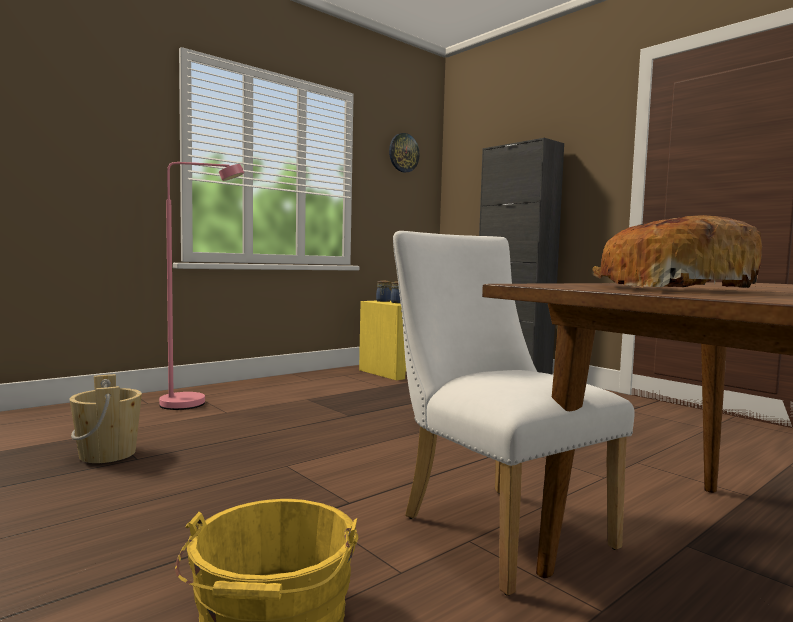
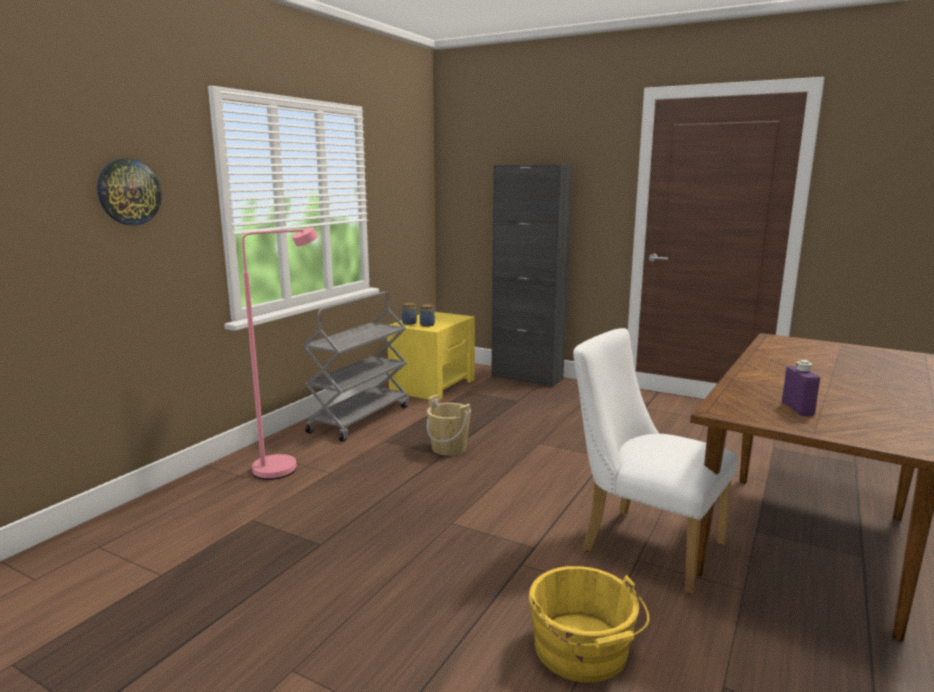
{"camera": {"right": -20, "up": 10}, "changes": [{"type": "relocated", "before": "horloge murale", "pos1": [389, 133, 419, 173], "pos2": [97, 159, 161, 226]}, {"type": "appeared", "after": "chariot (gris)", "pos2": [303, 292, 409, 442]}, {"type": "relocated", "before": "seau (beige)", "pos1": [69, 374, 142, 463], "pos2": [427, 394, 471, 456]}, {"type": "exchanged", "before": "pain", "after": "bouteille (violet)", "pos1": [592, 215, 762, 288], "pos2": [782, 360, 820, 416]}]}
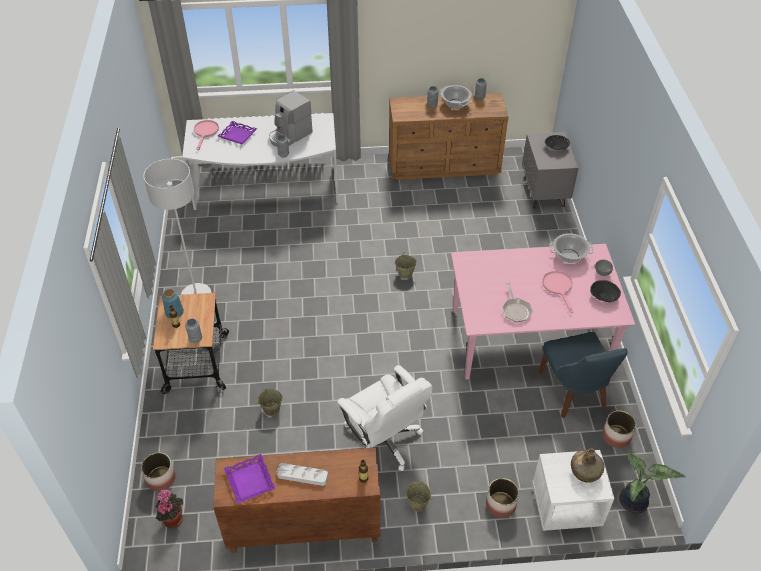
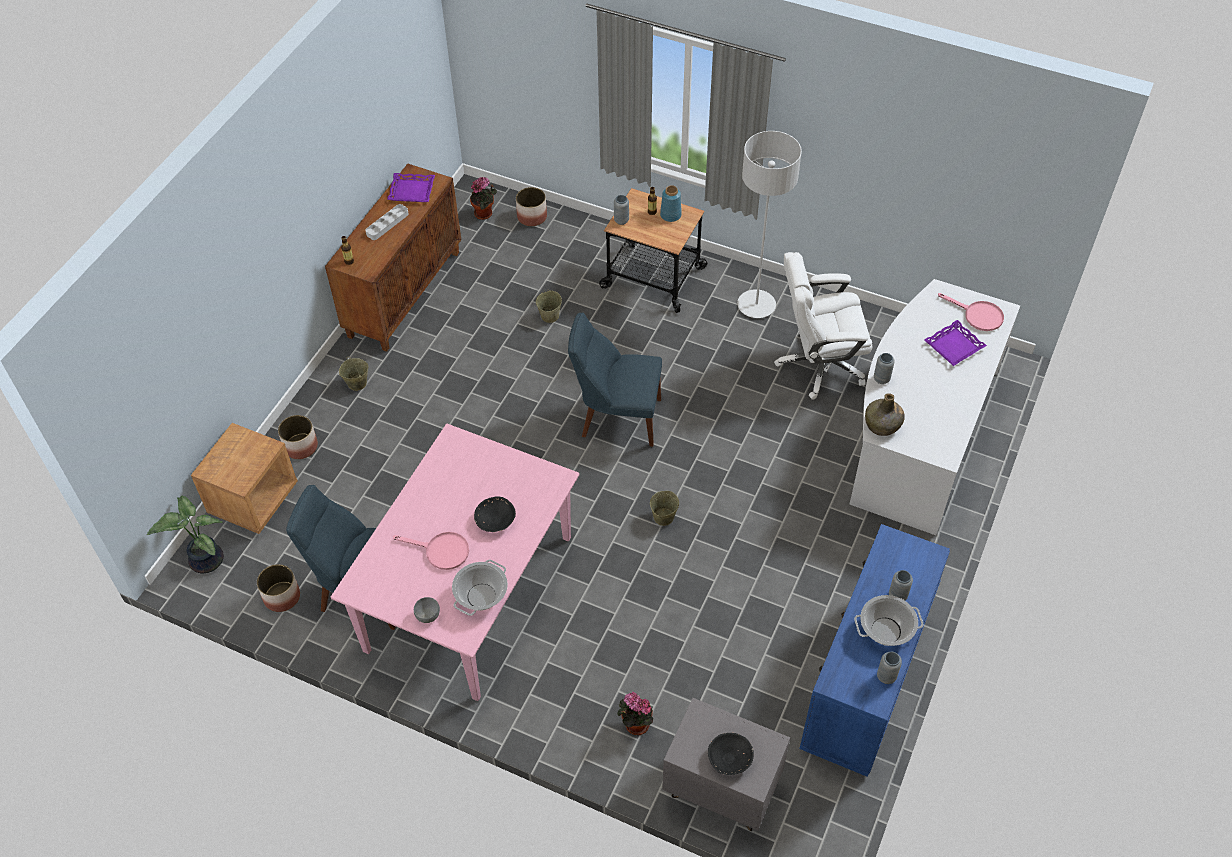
{"camera": {"right": 120, "up": 5}, "changes": [{"type": "colour", "before": "table de chevet (blanc)", "after": "table de chevet (marron)", "pos1": [532, 450, 614, 531], "pos2": [191, 423, 298, 534]}, {"type": "relocated", "before": "bol (noir)", "pos1": [590, 280, 621, 302], "pos2": [474, 496, 516, 532]}, {"type": "appeared", "after": "chaise (bleu)", "pos2": [568, 312, 662, 447]}, {"type": "appeared", "after": "plante en pot", "pos2": [617, 692, 653, 735]}, {"type": "relocated", "before": "chaise de bureau (blanc)", "pos1": [337, 365, 432, 471], "pos2": [774, 252, 872, 400]}, {"type": "colour", "before": "commode (marron)", "after": "commode (bleu)", "pos1": [389, 93, 509, 180], "pos2": [799, 524, 950, 777]}, {"type": "relocated", "before": "bouteille (vert)", "pos1": [571, 448, 604, 483], "pos2": [865, 393, 905, 436]}, {"type": "missing", "before": "machine à café", "pos1": [269, 90, 313, 147]}, {"type": "missing", "before": "poêle", "pos1": [502, 282, 533, 322]}]}
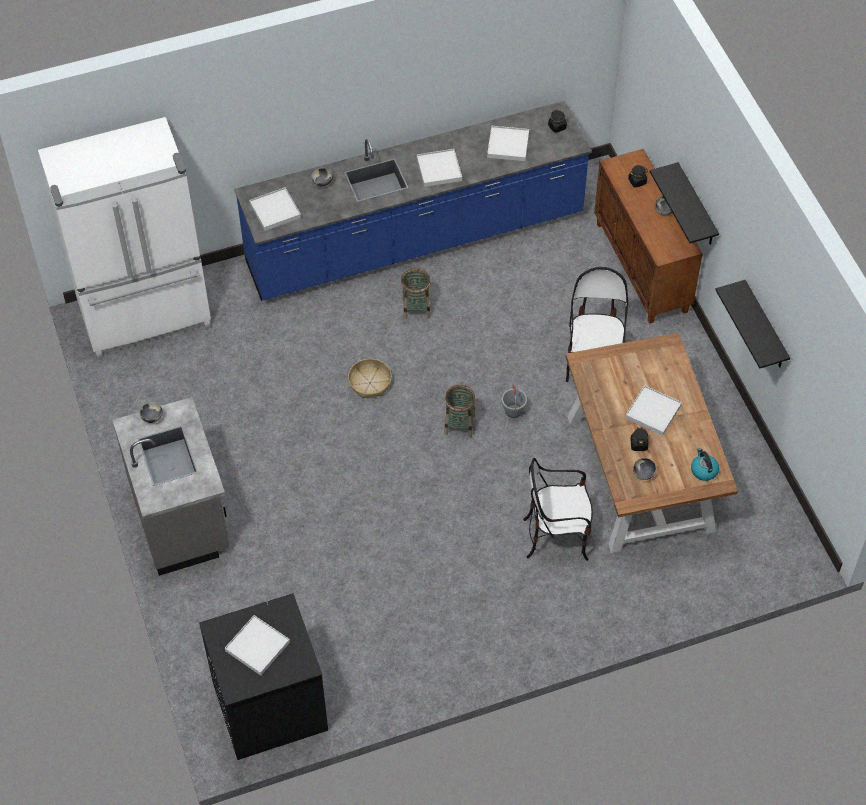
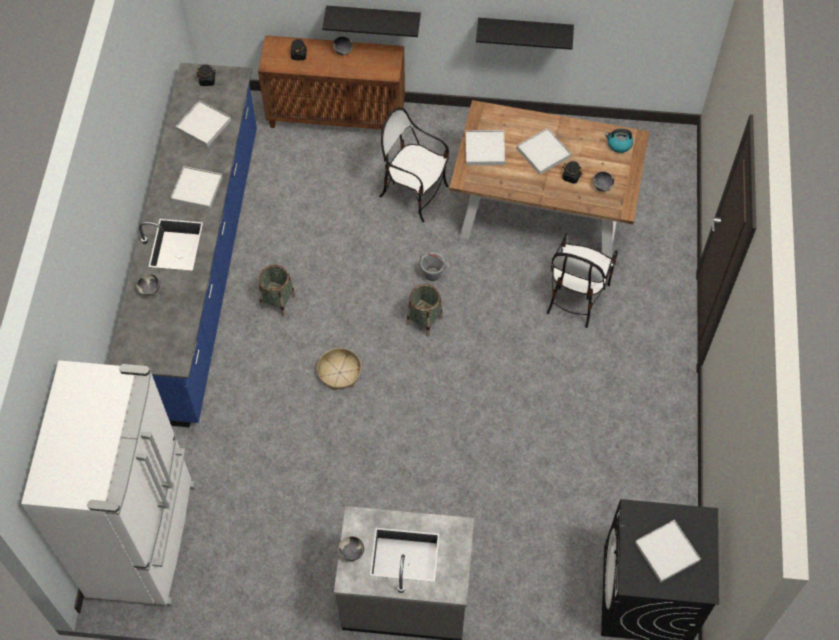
{"camera": {"right": -65, "up": 5}, "changes": [{"type": "relocated", "before": "plateau (blanc)", "pos1": [249, 187, 301, 231], "pos2": [465, 130, 505, 165]}]}
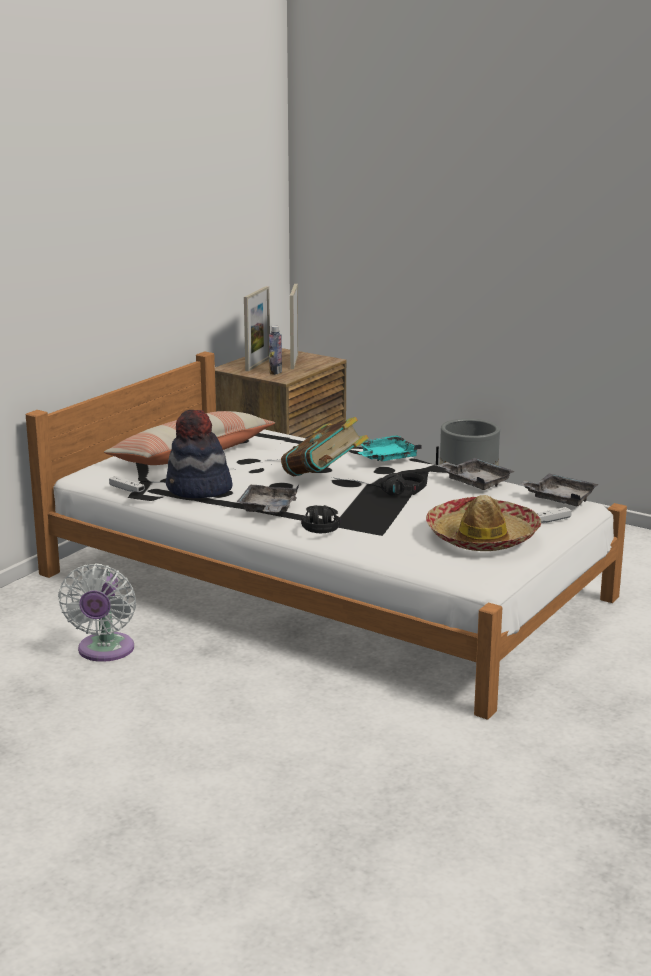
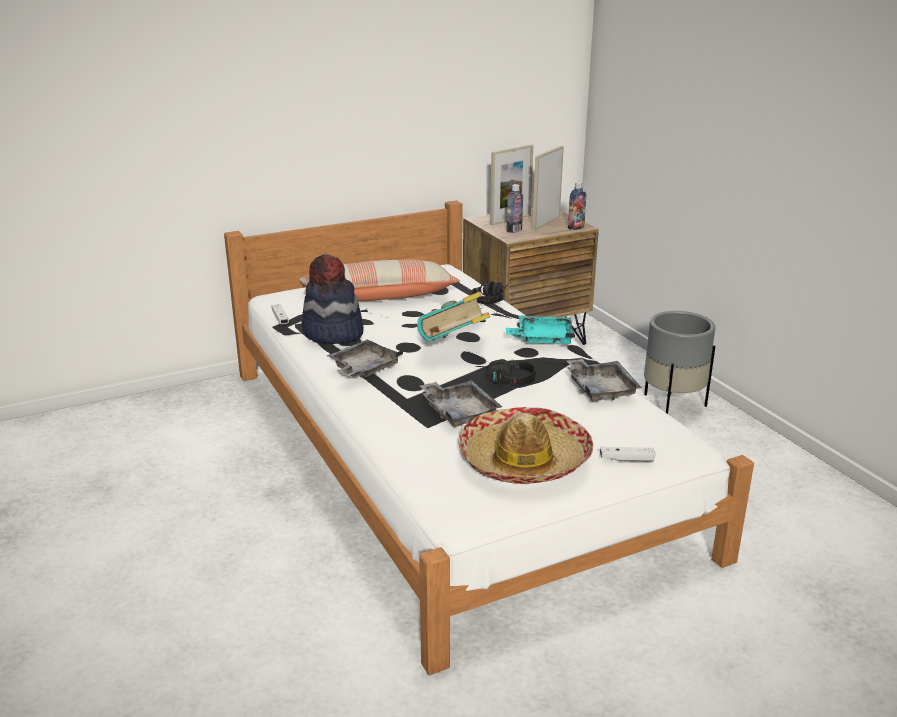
{"camera": {"right": 30, "up": 5}, "changes": [{"type": "relocated", "before": "plateau (gris)", "pos1": [519, 473, 598, 506], "pos2": [420, 380, 502, 427]}, {"type": "relocated", "before": "casque audio (noir)", "pos1": [301, 505, 341, 533], "pos2": [472, 281, 509, 304]}, {"type": "appeared", "after": "bouteille", "pos2": [568, 182, 586, 230]}, {"type": "missing", "before": "ventilateur (blanc)", "pos1": [58, 563, 136, 662]}]}
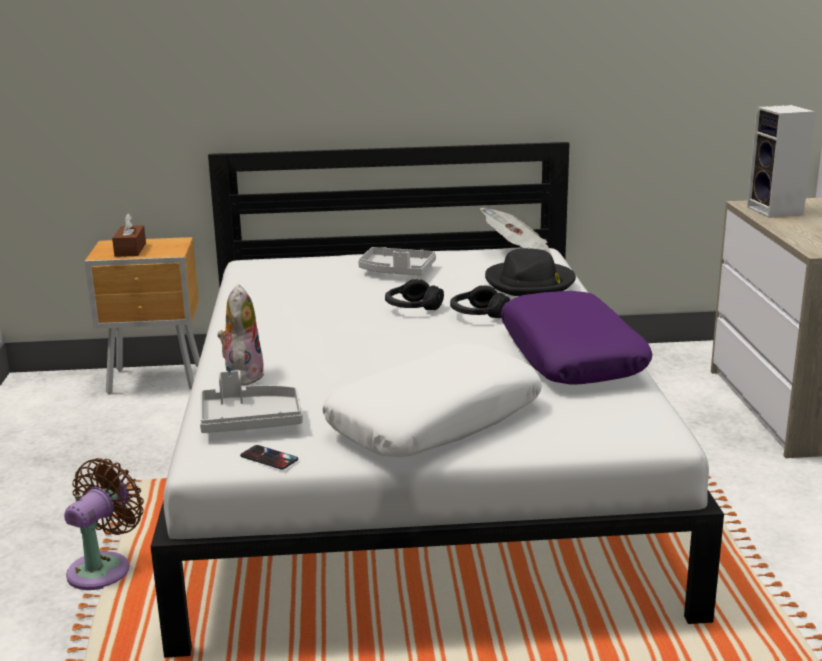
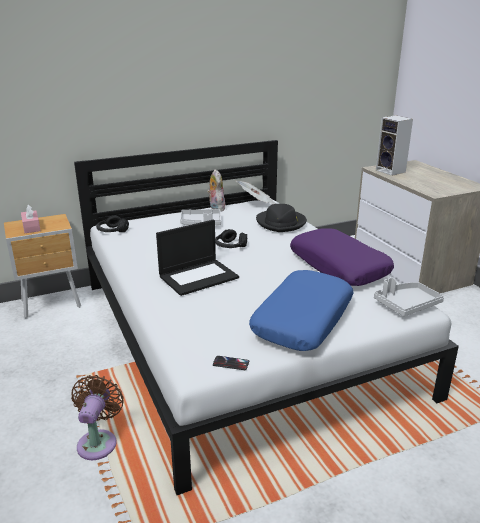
{"camera": {"right": -20, "up": 5}, "changes": [{"type": "colour", "before": "boîte à mouchoirs (marron)", "after": "boîte à mouchoirs (rose)", "pos1": [112, 213, 146, 257], "pos2": [21, 205, 41, 233]}, {"type": "relocated", "before": "casque audio (noir)", "pos1": [450, 285, 510, 318], "pos2": [96, 215, 129, 232]}, {"type": "appeared", "after": "ordinateur portable", "pos2": [156, 220, 239, 296]}, {"type": "relocated", "before": "peluche", "pos1": [217, 284, 264, 385], "pos2": [207, 169, 225, 212]}, {"type": "colour", "before": "coussin (blanc)", "after": "coussin (bleu)", "pos1": [322, 343, 542, 457], "pos2": [249, 270, 353, 351]}, {"type": "relocated", "before": "plateau (gris)", "pos1": [200, 370, 303, 433], "pos2": [374, 277, 444, 316]}]}
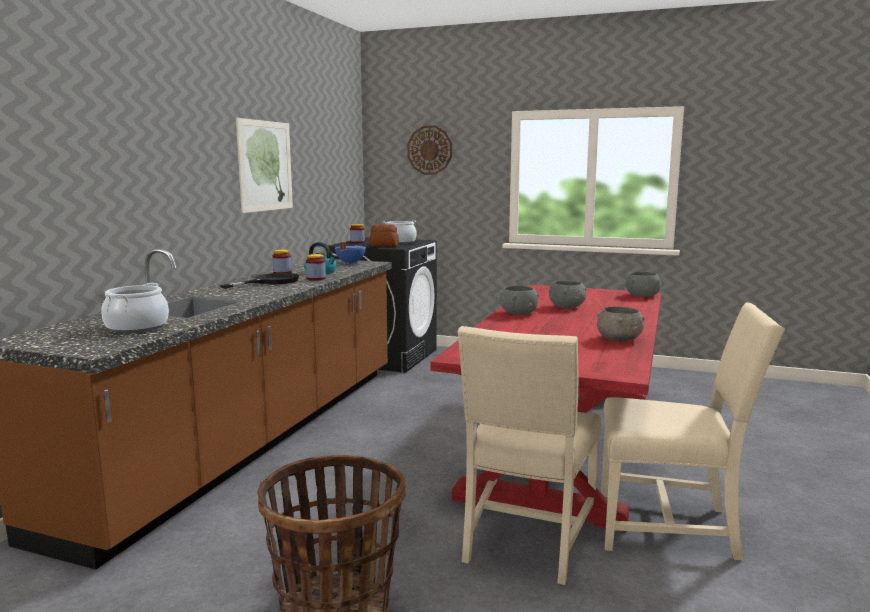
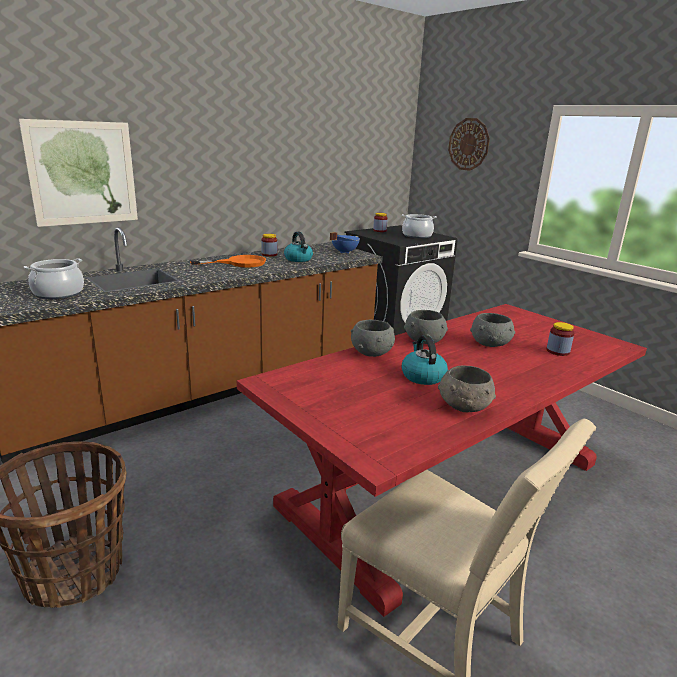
{"camera": {"right": 30, "up": 10}, "changes": [{"type": "relocated", "before": "tableau", "pos1": [236, 118, 293, 213], "pos2": [19, 119, 138, 227]}, {"type": "colour", "before": "poêle (noir)", "after": "poêle (orange)", "pos1": [220, 273, 299, 288], "pos2": [190, 255, 266, 267]}, {"type": "relocated", "before": "bol (gris)", "pos1": [625, 272, 662, 297], "pos2": [351, 320, 395, 357]}, {"type": "appeared", "after": "bouilloire", "pos2": [402, 335, 448, 385]}, {"type": "relocated", "before": "bocal", "pos1": [306, 254, 326, 281], "pos2": [547, 322, 574, 356]}, {"type": "missing", "before": "pain", "pos1": [369, 224, 399, 247]}, {"type": "missing", "before": "chaise (beige)", "pos1": [458, 326, 601, 585]}]}
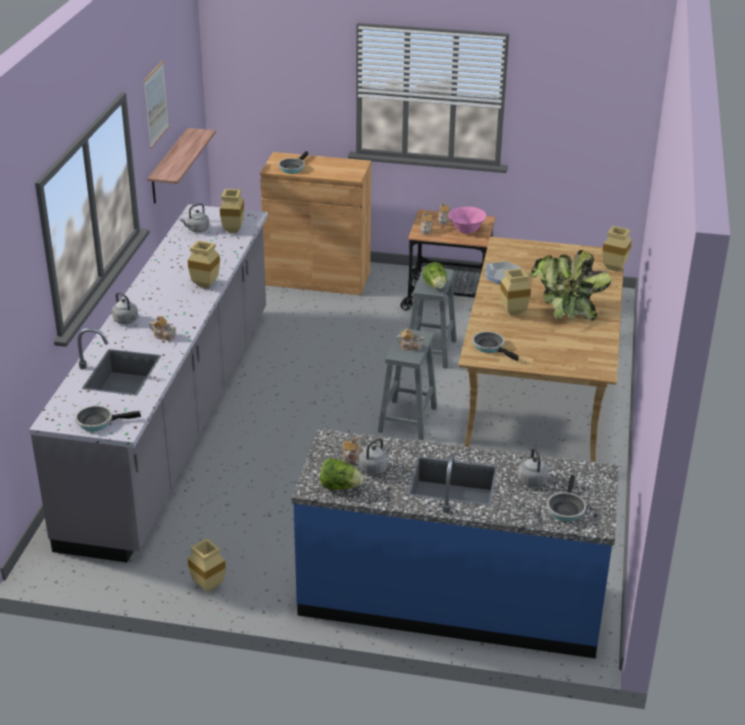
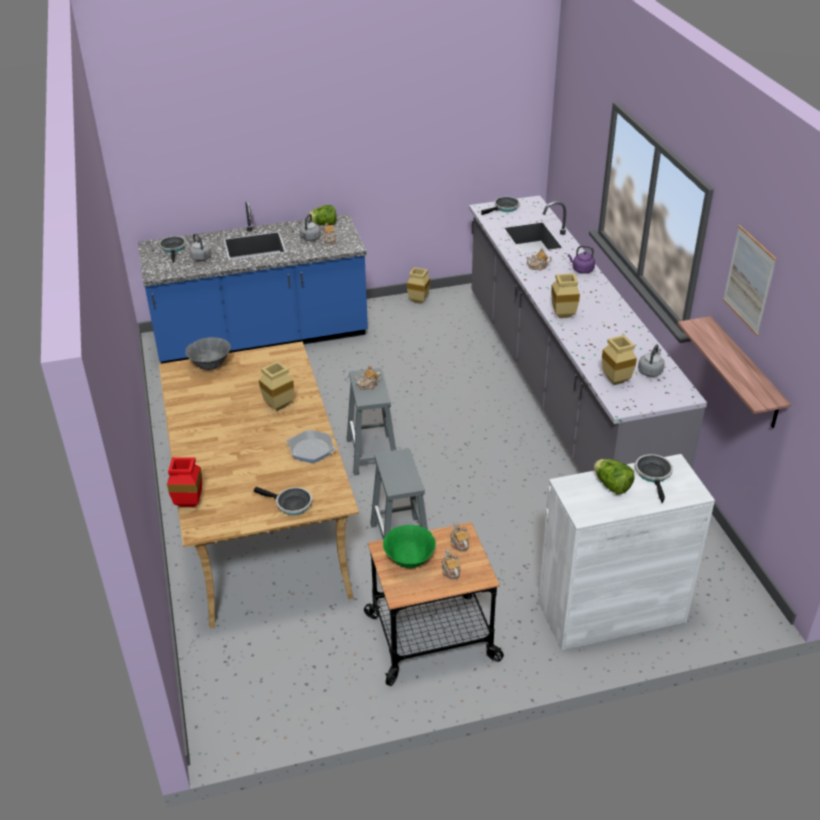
{"camera": {"right": 155, "up": 5}, "changes": [{"type": "colour", "before": "vase (beige)", "after": "vase (rouge)", "pos1": [602, 226, 632, 271], "pos2": [167, 457, 202, 507]}, {"type": "appeared", "after": "bol (gris)", "pos2": [185, 337, 231, 370]}, {"type": "relocated", "before": "poêle", "pos1": [472, 331, 519, 361], "pos2": [254, 487, 312, 515]}, {"type": "colour", "before": "bol (rose)", "after": "bol (vert)", "pos1": [449, 207, 487, 234], "pos2": [383, 525, 436, 568]}, {"type": "colour", "before": "meuble de rangement (marron)", "after": "meuble de rangement (blanc)", "pos1": [260, 152, 371, 295], "pos2": [538, 454, 715, 651]}, {"type": "colour", "before": "bouilloire (gris)", "after": "bouilloire (violet)", "pos1": [112, 292, 138, 324], "pos2": [568, 246, 595, 274]}, {"type": "relocated", "before": "laitue", "pos1": [423, 262, 447, 289], "pos2": [594, 459, 635, 495]}, {"type": "missing", "before": "plante en pot", "pos1": [530, 250, 611, 321]}]}
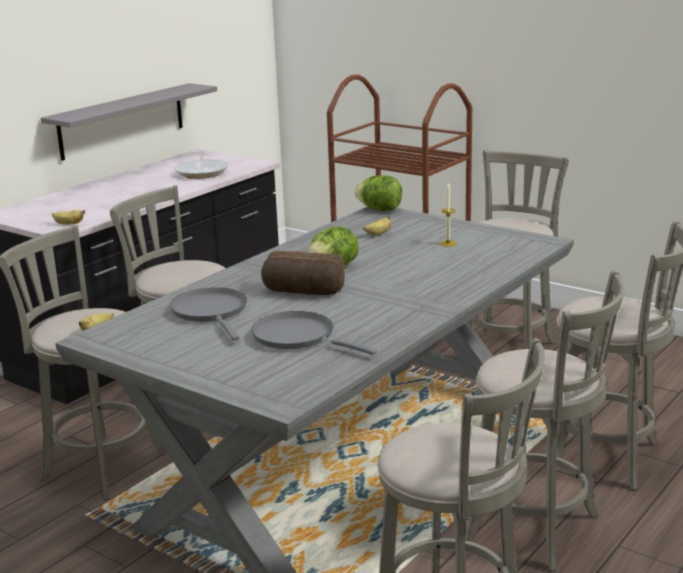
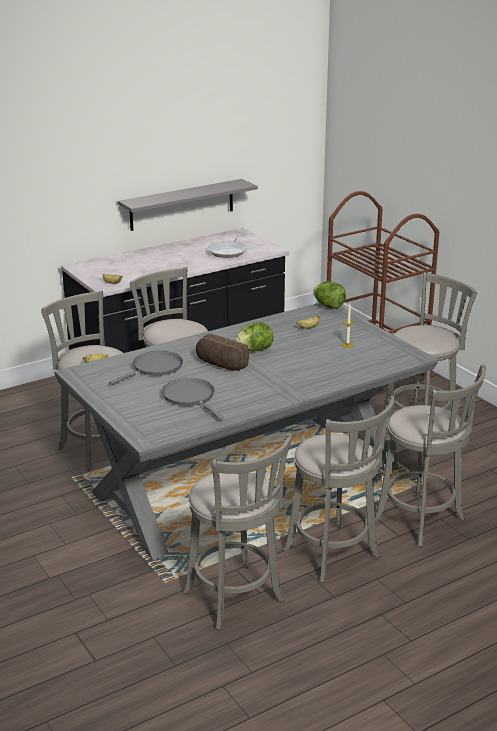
{"camera": {"right": 20, "up": 5}, "changes": [{"type": "spun", "before": "poêle (gris)", "pos1": [170, 287, 247, 341], "pos2": [109, 351, 183, 385], "turn": 45}]}
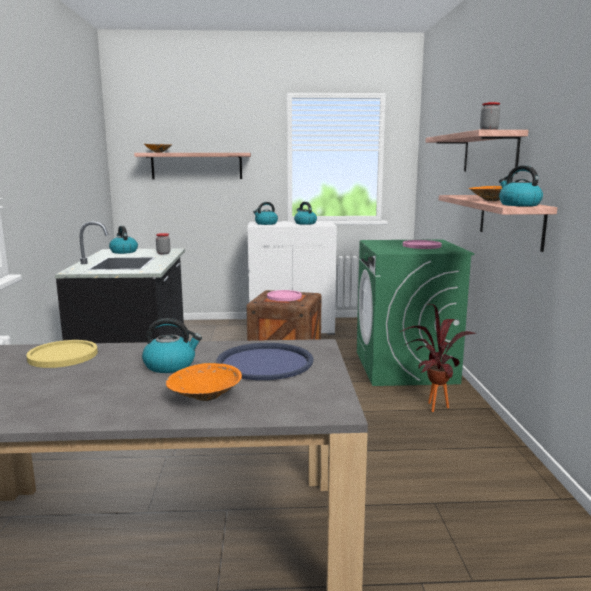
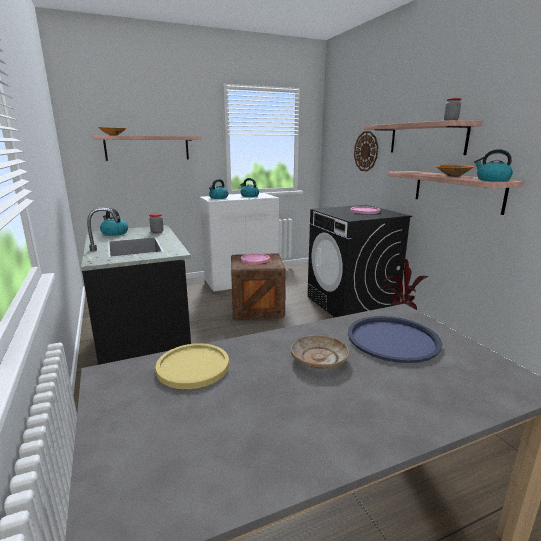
{"camera": {"right": -20, "up": 5}, "changes": [{"type": "exchanged", "before": "bouilloire", "after": "assiette (beige)", "pos1": [142, 318, 202, 373], "pos2": [291, 335, 349, 369]}, {"type": "colour", "before": "lave-linge (vert)", "after": "lave-linge (noir)", "pos1": [357, 239, 475, 386], "pos2": [307, 205, 412, 317]}, {"type": "appeared", "after": "horloge murale", "pos2": [354, 131, 378, 171]}, {"type": "missing", "before": "bol (orange)", "pos1": [166, 363, 242, 401]}]}
